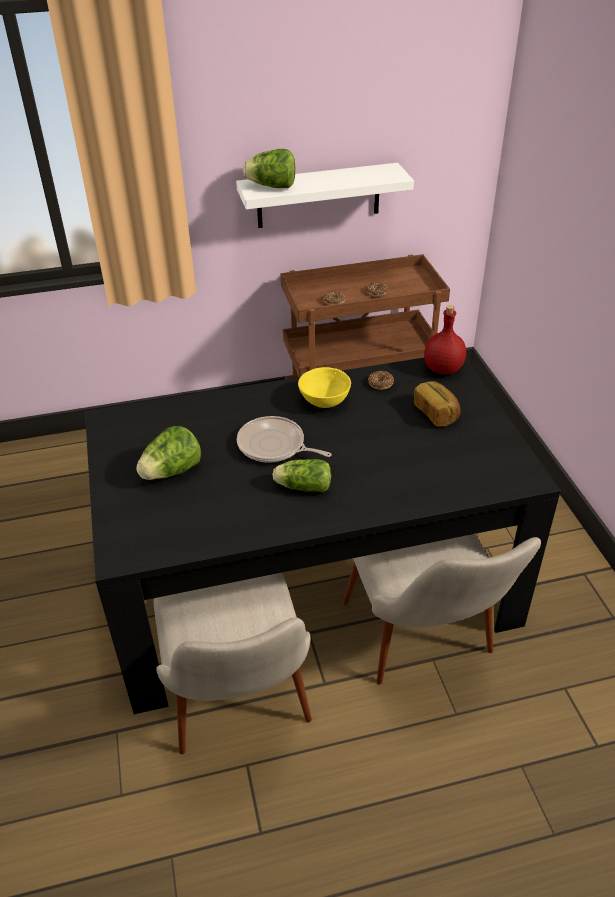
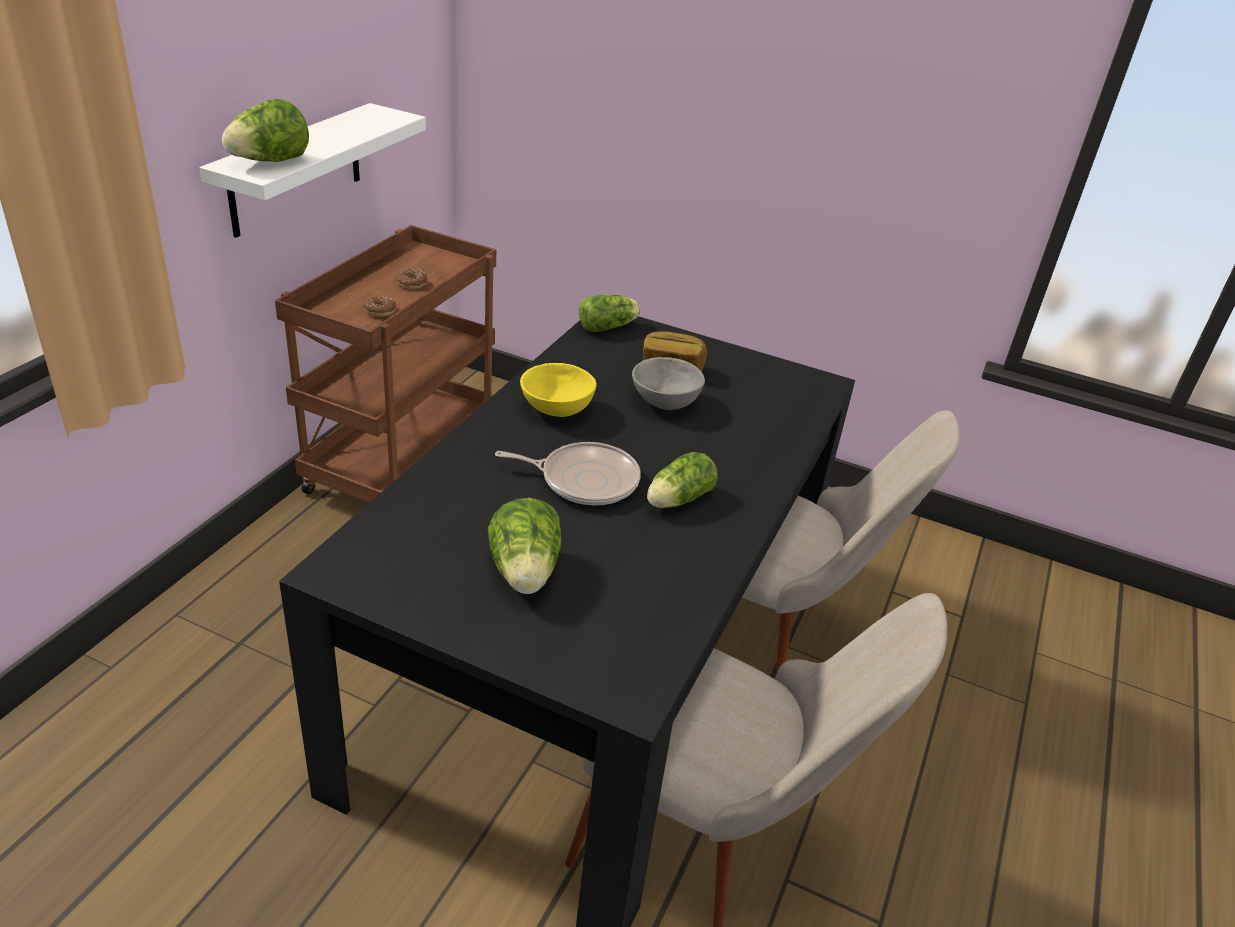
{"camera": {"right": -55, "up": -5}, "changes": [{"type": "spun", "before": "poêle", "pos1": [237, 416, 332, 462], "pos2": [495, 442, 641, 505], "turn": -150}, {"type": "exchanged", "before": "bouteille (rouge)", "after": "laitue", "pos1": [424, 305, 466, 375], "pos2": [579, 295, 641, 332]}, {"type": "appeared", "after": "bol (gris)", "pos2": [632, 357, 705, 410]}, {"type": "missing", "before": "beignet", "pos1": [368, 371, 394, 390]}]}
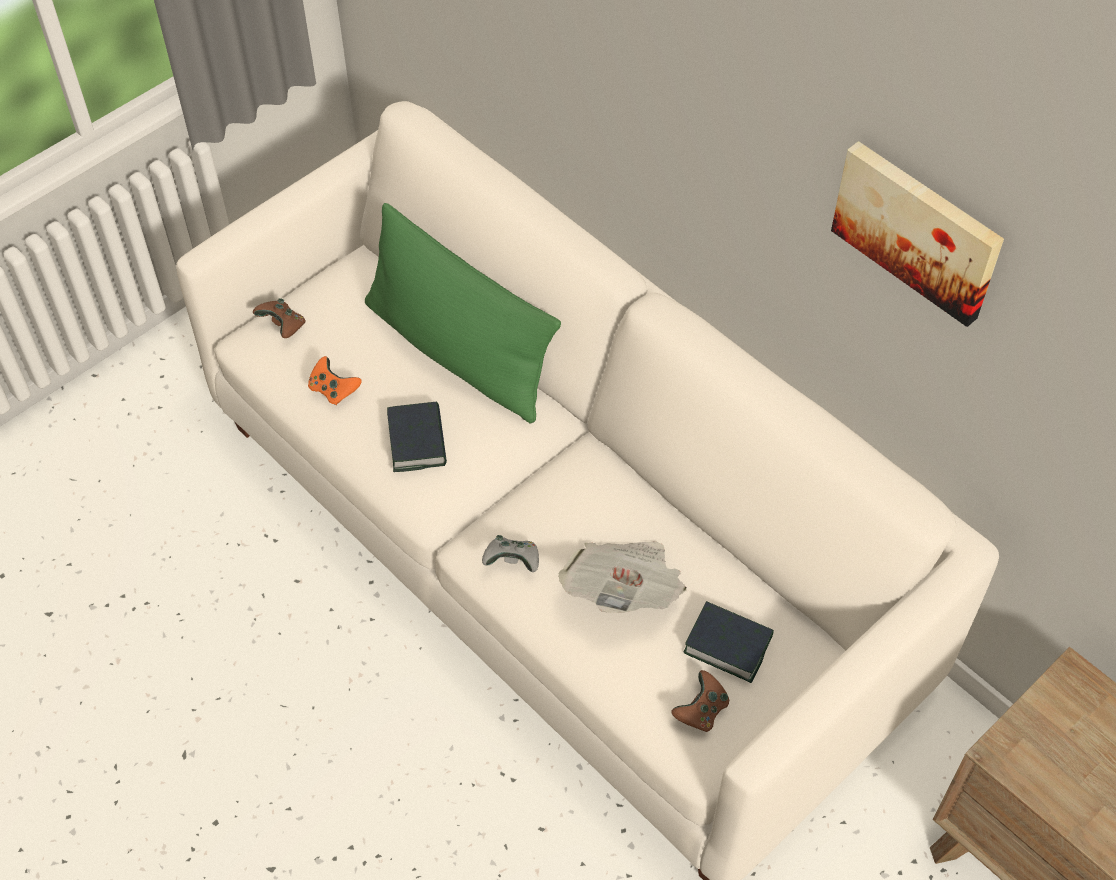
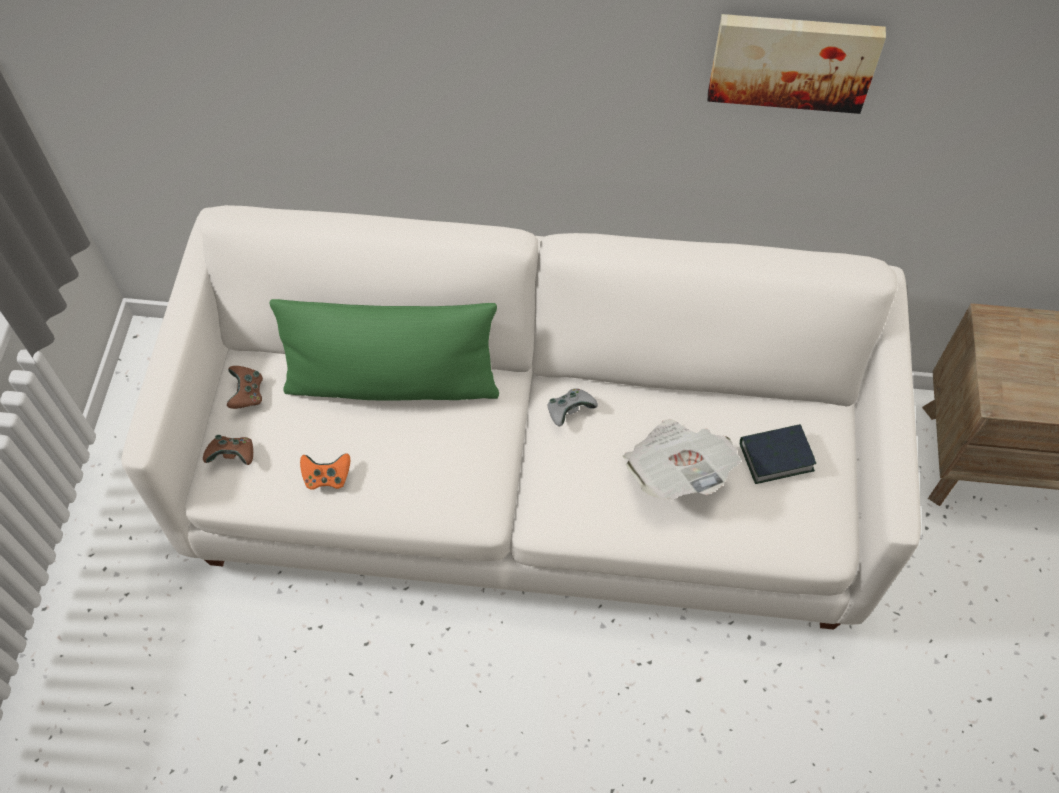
{"camera": {"right": -40, "up": 5}, "changes": [{"type": "relocated", "before": "manette (marron)", "pos1": [671, 670, 729, 732], "pos2": [227, 366, 263, 409]}, {"type": "relocated", "before": "manette (gris)", "pos1": [482, 535, 539, 572], "pos2": [547, 388, 598, 426]}, {"type": "missing", "before": "livre", "pos1": [387, 402, 447, 472]}]}
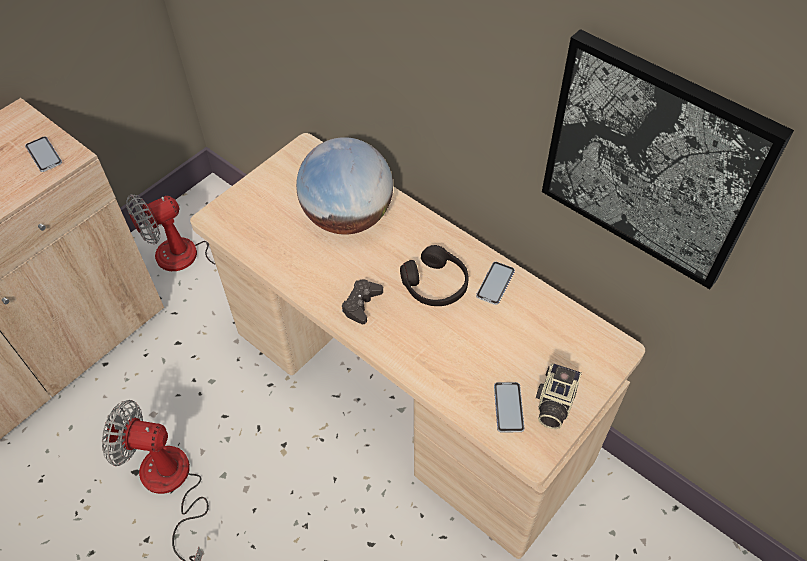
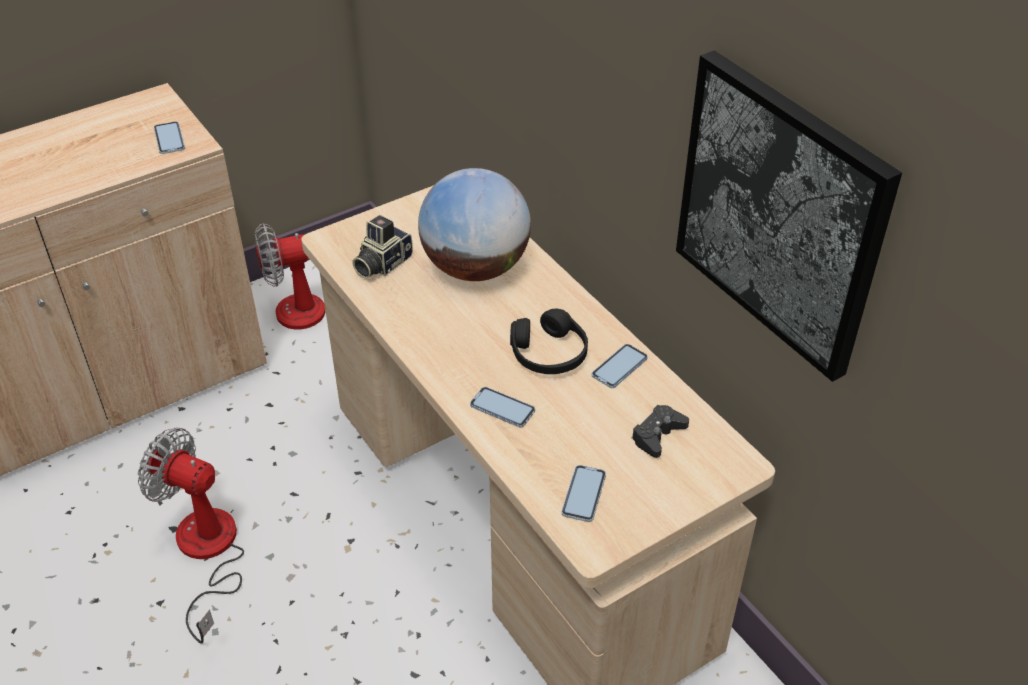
{"camera": {"right": 15, "up": -10}, "changes": [{"type": "relocated", "before": "appareil photo", "pos1": [536, 363, 582, 429], "pos2": [352, 215, 413, 278]}, {"type": "appeared", "after": "téléphone", "pos2": [470, 387, 535, 428]}, {"type": "relocated", "before": "manette (noir)", "pos1": [342, 279, 383, 324], "pos2": [632, 405, 689, 458]}]}
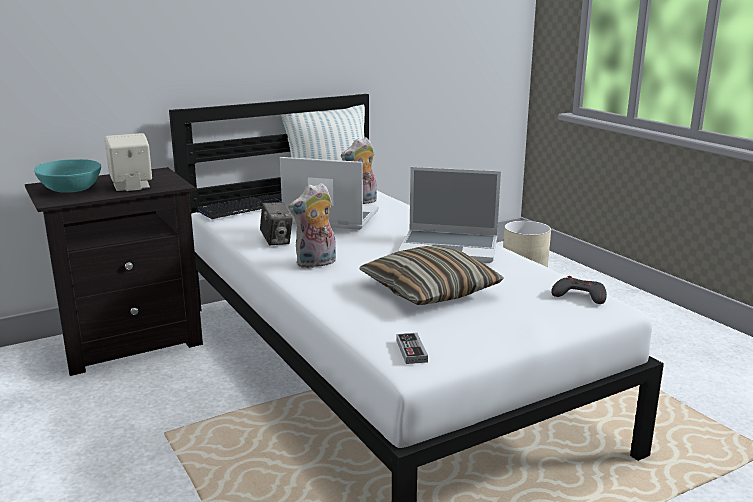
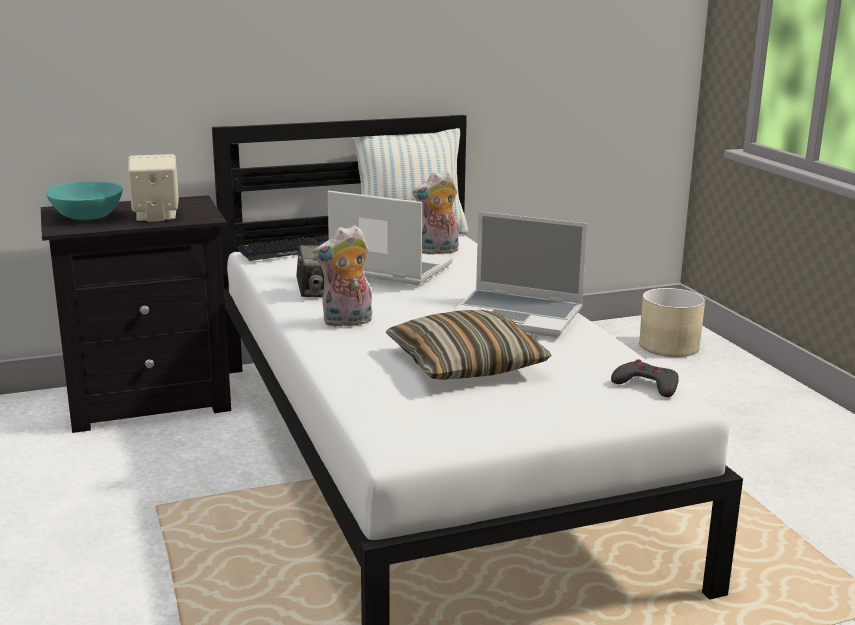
{"camera": {"right": 10, "up": 0}, "changes": [{"type": "missing", "before": "manette", "pos1": [396, 333, 428, 364]}]}
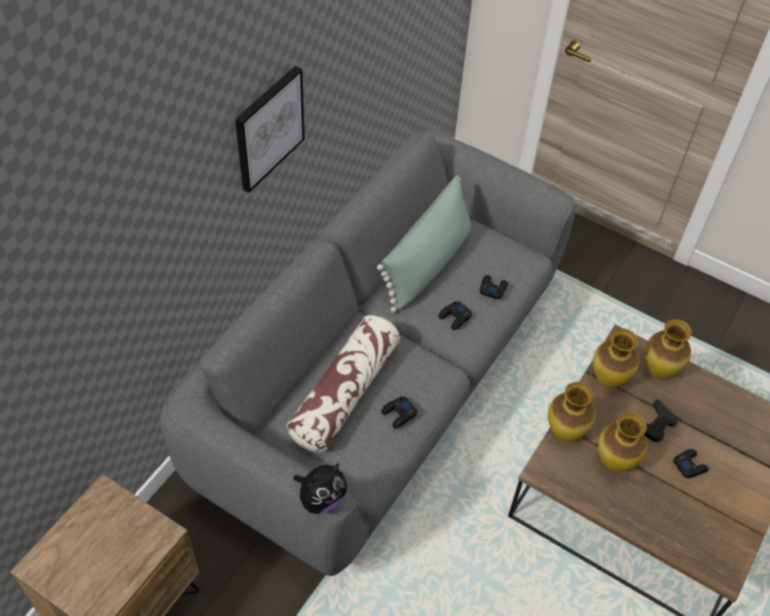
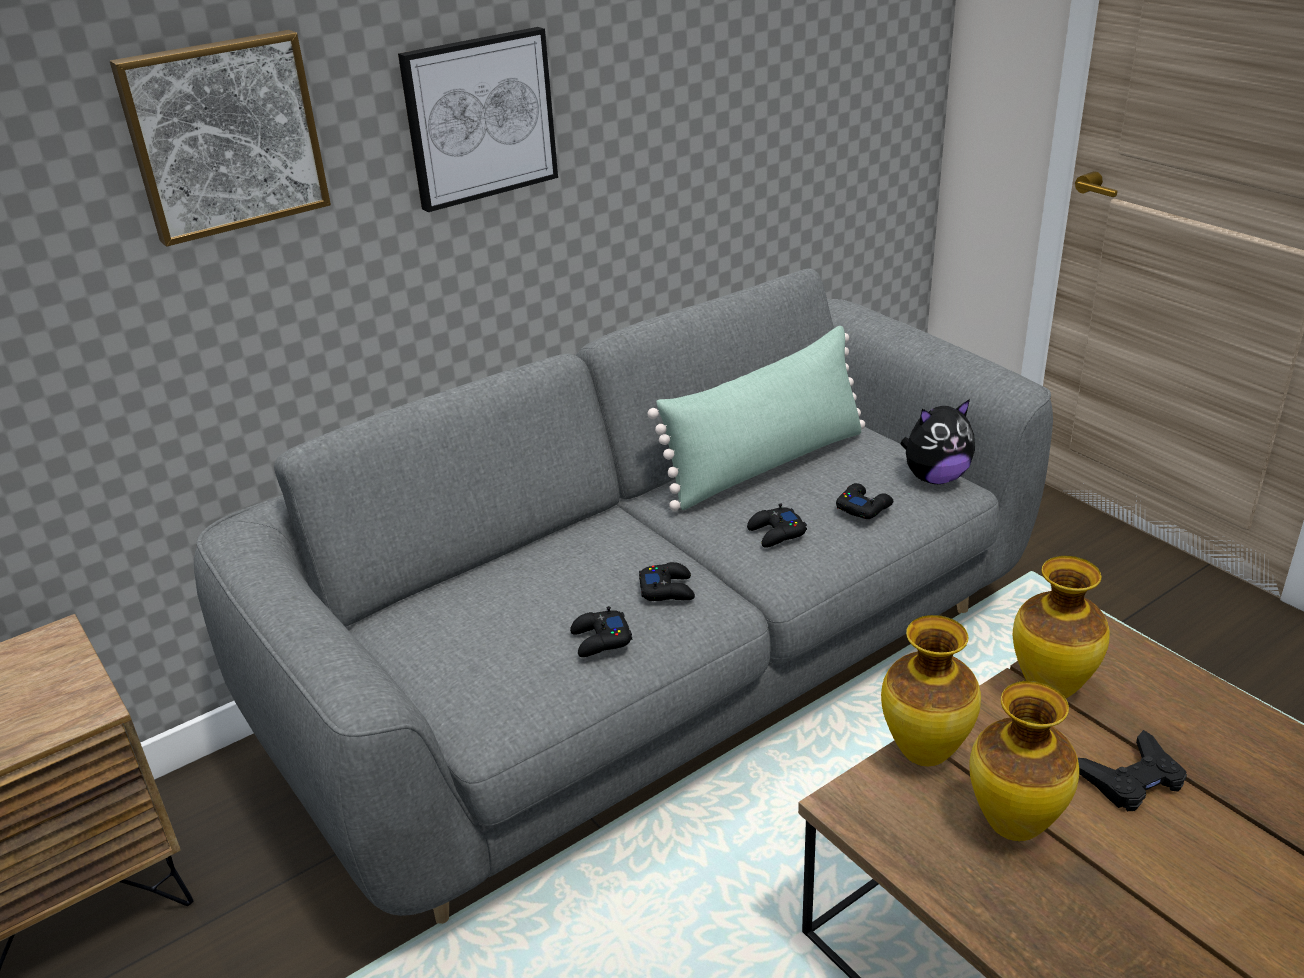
{"camera": {"right": 25, "up": -20}, "changes": [{"type": "appeared", "after": "tableau", "pos2": [110, 30, 331, 247]}, {"type": "relocated", "before": "manette (noir)", "pos1": [673, 449, 708, 478], "pos2": [639, 562, 695, 601]}, {"type": "relocated", "before": "peluche", "pos1": [293, 463, 347, 514], "pos2": [900, 399, 975, 484]}, {"type": "missing", "before": "coussin", "pos1": [287, 315, 400, 452]}, {"type": "missing", "before": "vase", "pos1": [645, 319, 692, 379]}]}
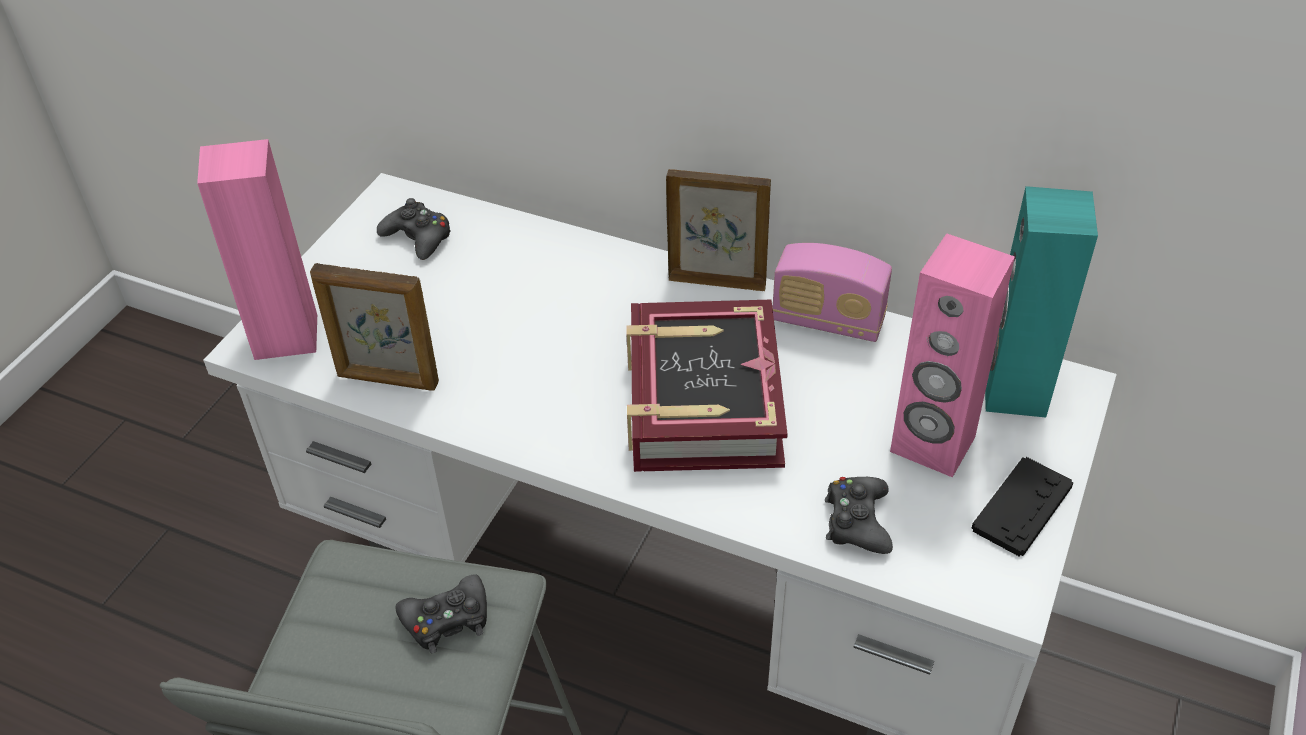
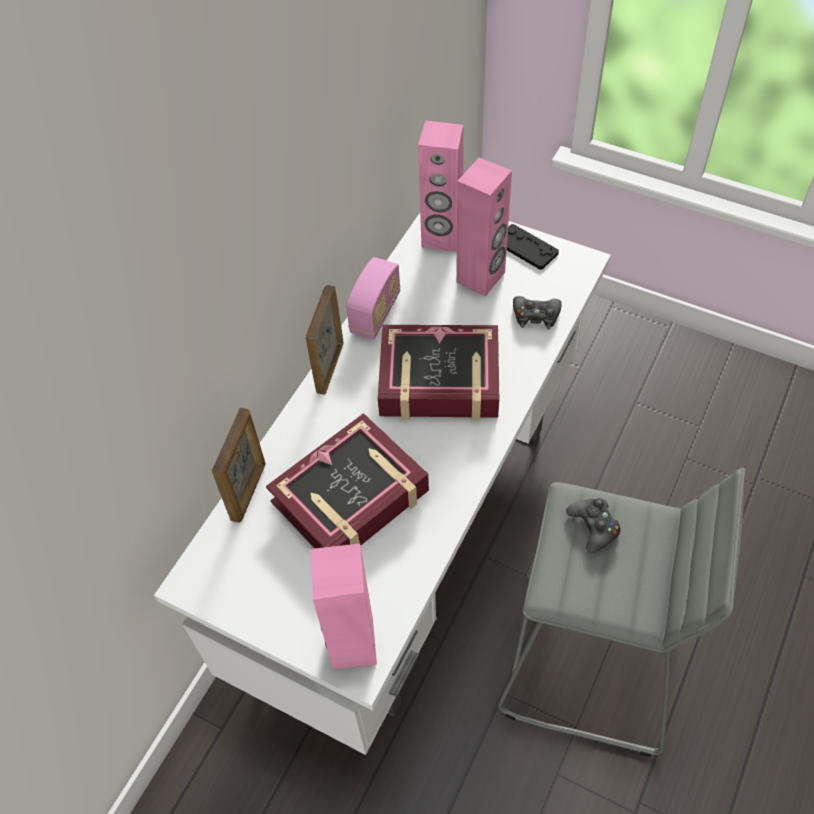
{"camera": {"right": -85, "up": 10}, "changes": [{"type": "relocated", "before": "cadre photo", "pos1": [310, 263, 439, 391], "pos2": [212, 407, 266, 523]}, {"type": "appeared", "after": "livre", "pos2": [266, 413, 429, 548]}, {"type": "colour", "before": "enceinte (turquoise)", "after": "enceinte (rose)", "pos1": [985, 186, 1098, 417], "pos2": [418, 120, 463, 252]}, {"type": "missing", "before": "manette (noir)", "pos1": [377, 198, 451, 260]}]}
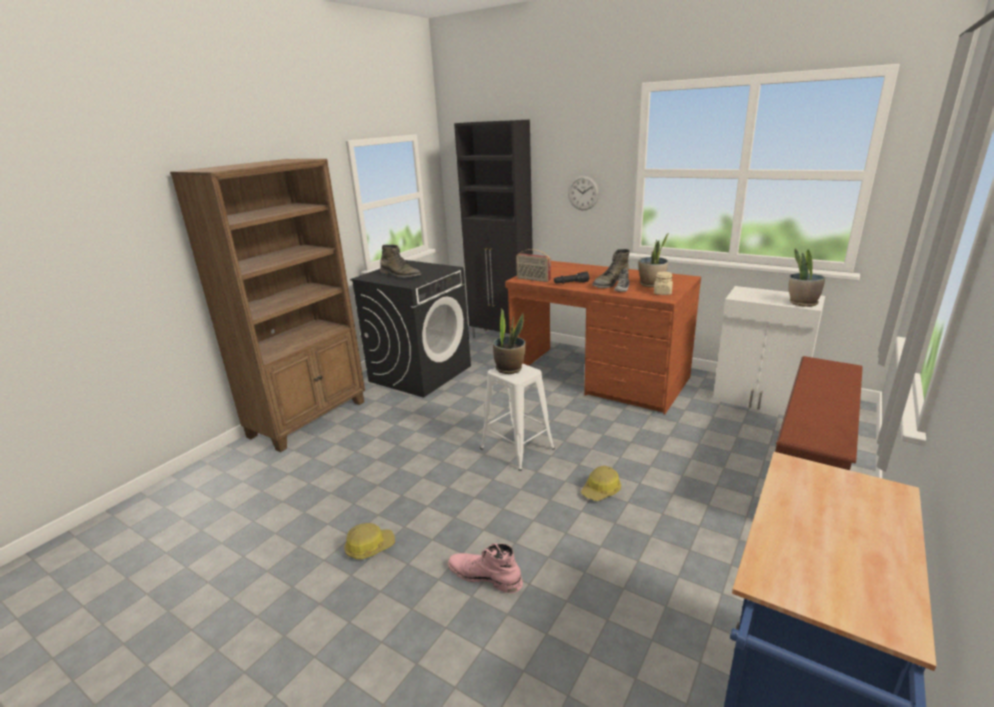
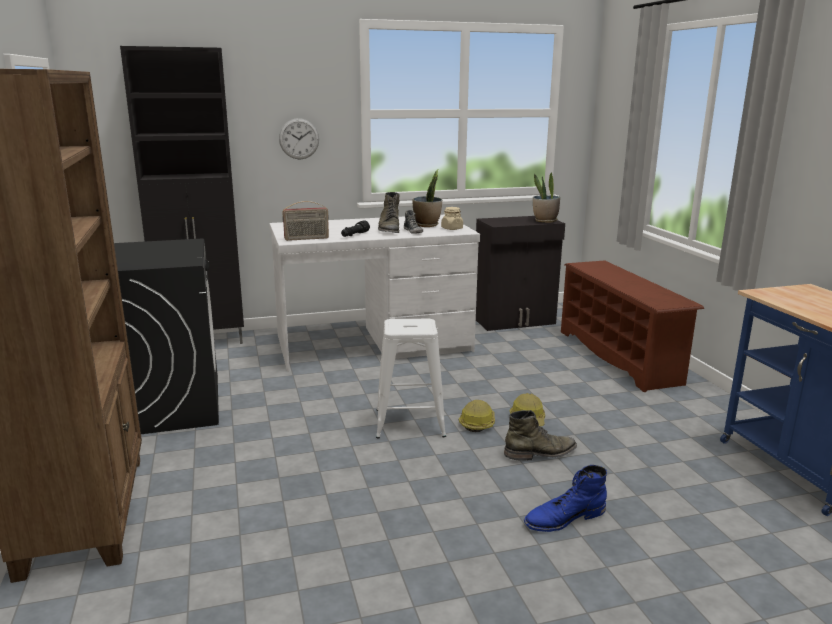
{"camera": {"right": -50, "up": -5}, "changes": [{"type": "colour", "before": "bureau (marron)", "after": "bureau (blanc)", "pos1": [505, 261, 701, 414], "pos2": [269, 215, 480, 372]}, {"type": "relocated", "before": "casque de chantier", "pos1": [344, 523, 395, 559], "pos2": [459, 400, 495, 432]}, {"type": "colour", "before": "meuble de rangement (blanc)", "after": "meuble de rangement (noir)", "pos1": [713, 286, 825, 415], "pos2": [476, 216, 565, 331]}, {"type": "relocated", "before": "botte (vert)", "pos1": [380, 245, 422, 278], "pos2": [504, 410, 577, 461]}, {"type": "colour", "before": "botte (rose)", "after": "botte (bleu)", "pos1": [448, 543, 523, 593], "pos2": [524, 465, 607, 532]}, {"type": "missing", "before": "plante en pot", "pos1": [493, 308, 525, 374]}]}
